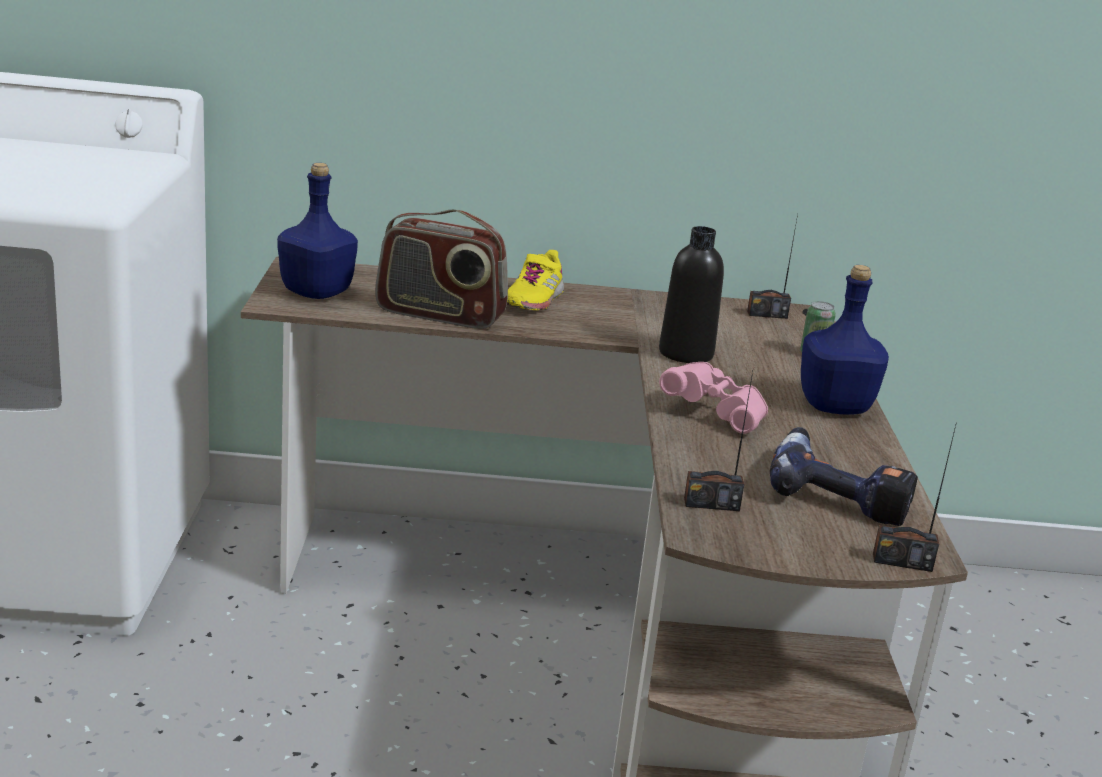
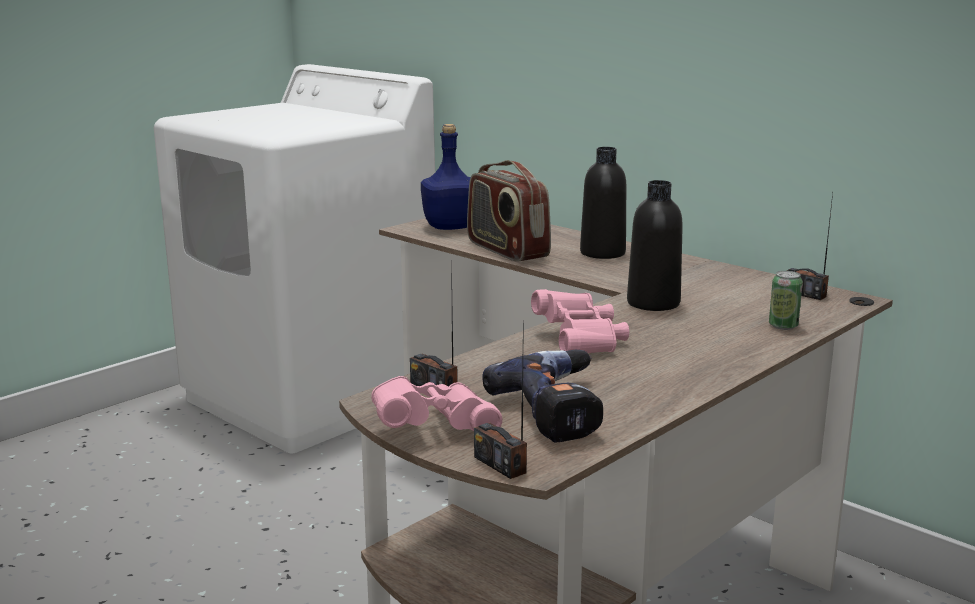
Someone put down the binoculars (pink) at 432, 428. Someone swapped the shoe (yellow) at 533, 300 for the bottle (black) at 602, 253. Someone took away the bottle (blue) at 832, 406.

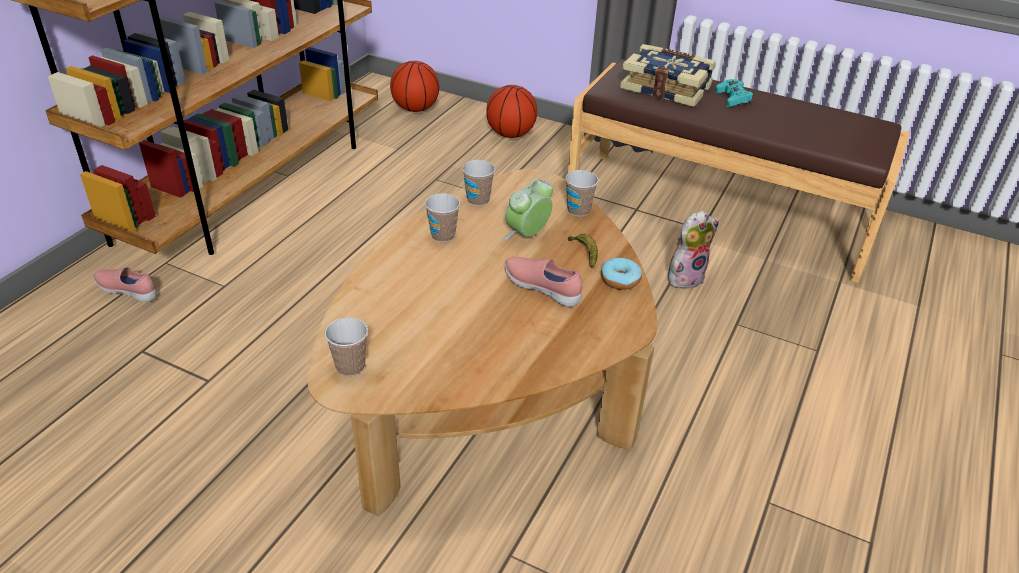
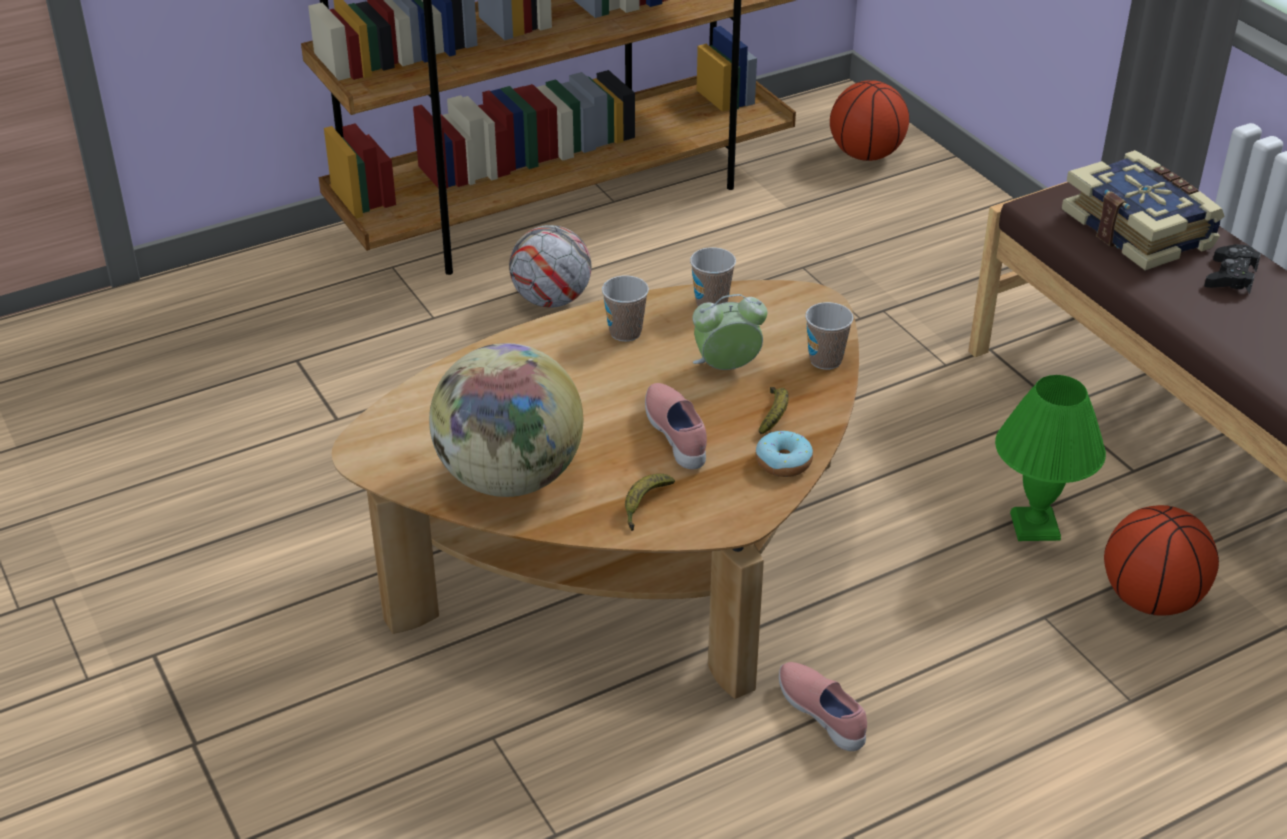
Someone put down the globe at 509, 478. Someone put down the football at 551, 299. Someone put down the banana at 645, 505. Someone carried the shoe (pink) from 128, 291 to 822, 714. Someone swapped the plush toy at 685, 277 for the table lamp (green) at 1033, 527. Someone carried the basketball from 510, 134 to 1150, 599. Someone repainted the game controller (turquoise) at 733, 98, which became the game controller (black) at 1230, 277. Someone took away the cup at 350, 366.

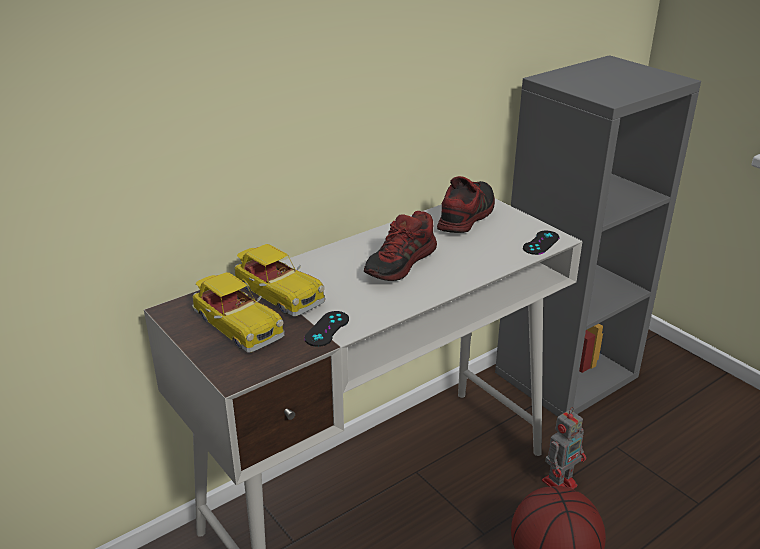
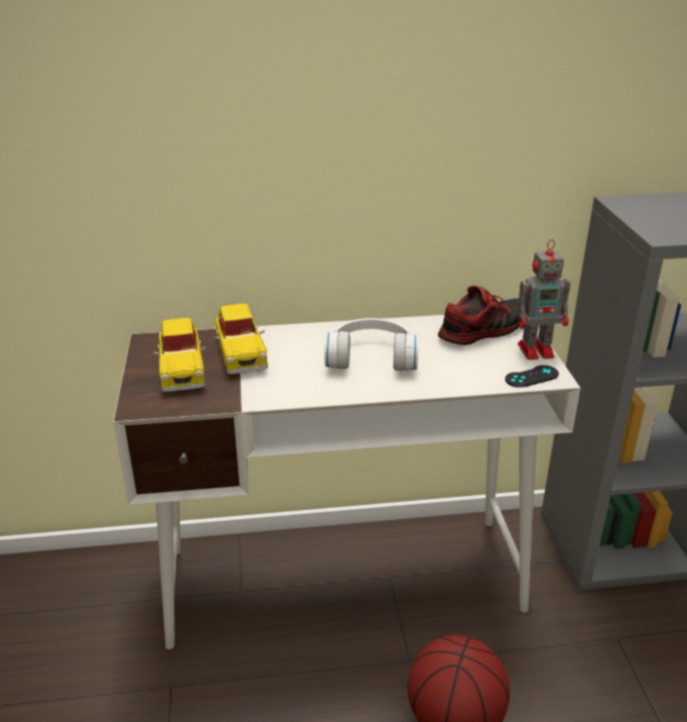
Someone swapped the shoe at 401, 263 for the headphones (white) at 371, 356. Someone carried the toy robot from 560, 482 to 537, 350. Someone took away the game controller (black) at 327, 329.

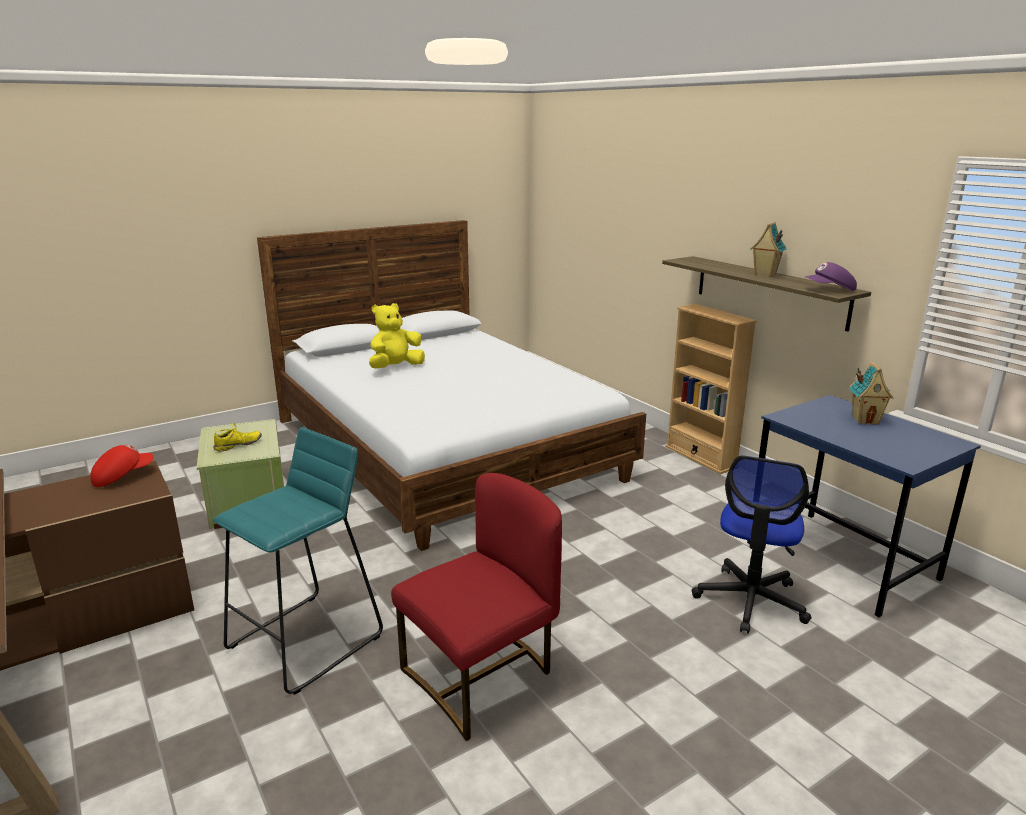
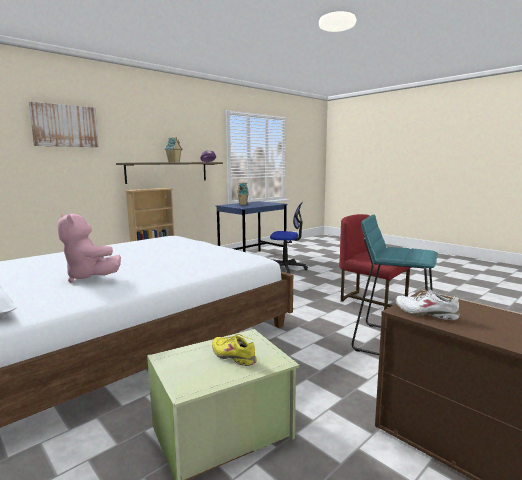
Someone put up the picture at 65, 126. Someone repainted the plush toy (yellow) at 395, 367, which became the plush toy (pink) at 89, 277. Someone swapped the cap (red) at 122, 476 for the shoe (white) at 425, 313.

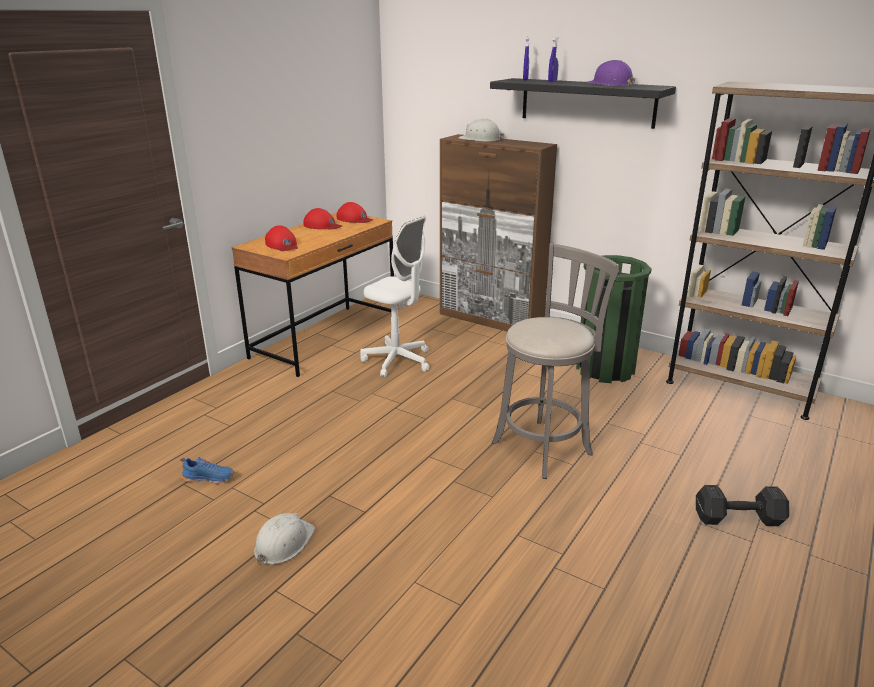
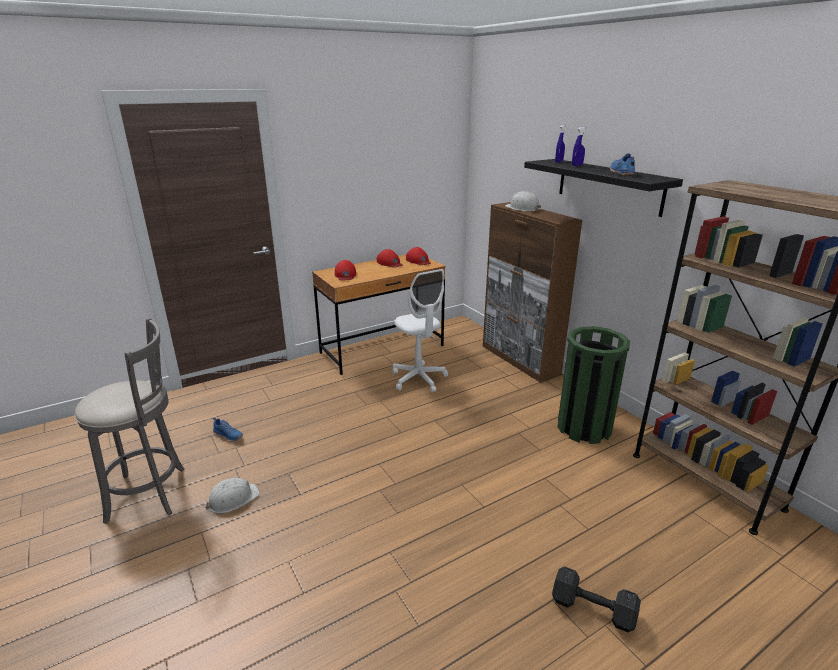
Someone carried the stool (grey) from 545, 446 to 151, 493. Someone swapped the hard hat (purple) at 610, 84 for the shoe (blue) at 621, 172.

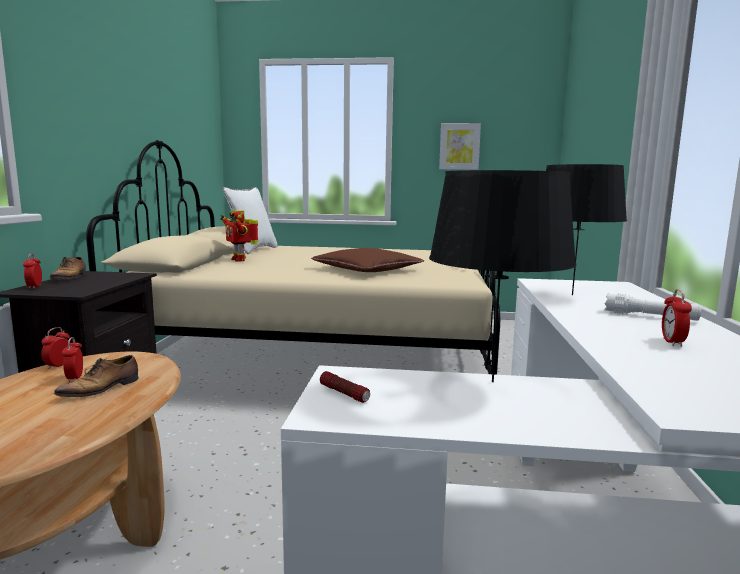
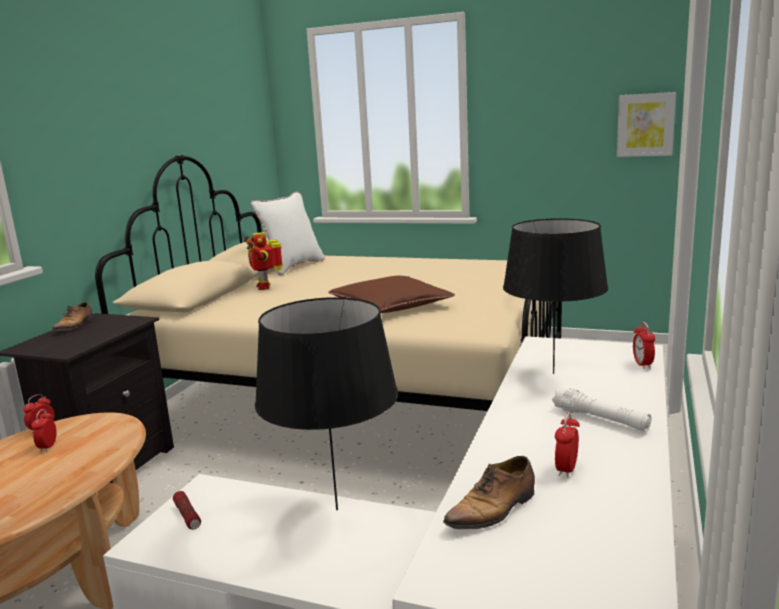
Someone carried the shoe from 102, 389 to 493, 510. Someone carried the picture from 459, 146 to 645, 125. Someone carried the alarm clock from 34, 287 to 642, 364.

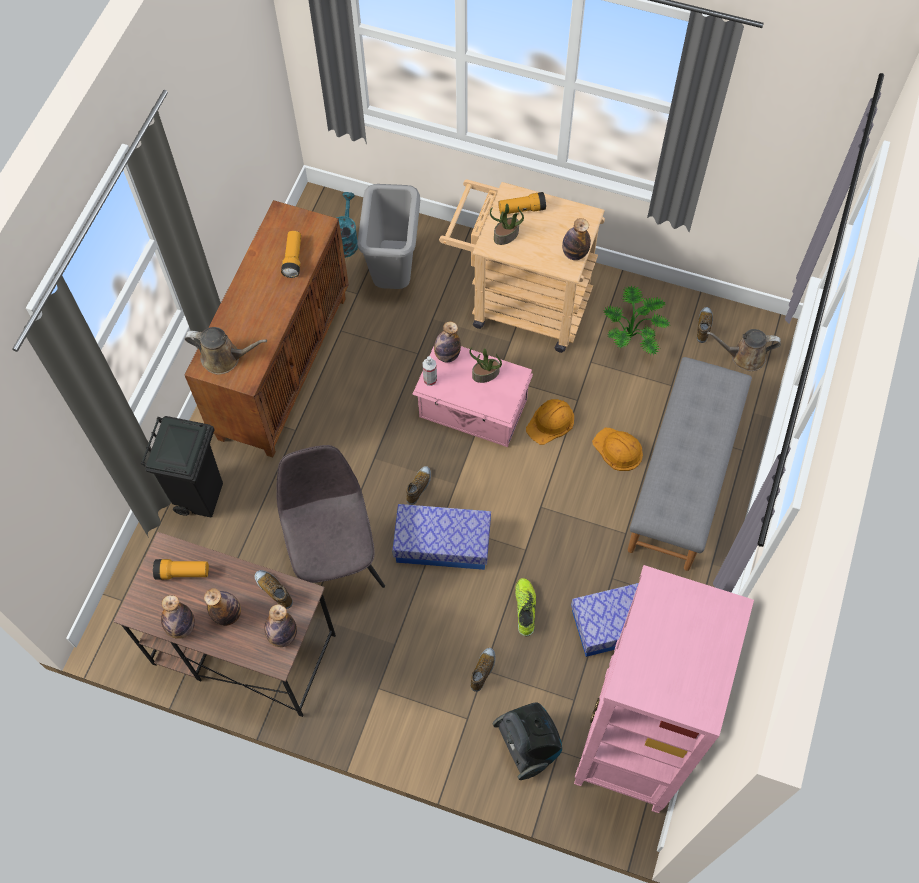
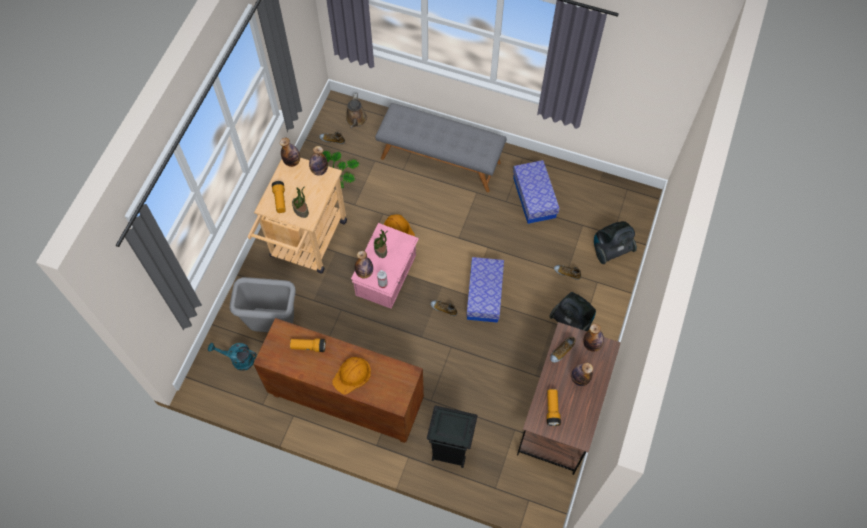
Someone carried the bottle from 181, 627 to 292, 162. Someone carried the hard hat (orange) from 618, 450 to 352, 375. Someone put down the vacuum cleaner at 571, 321. Someone took away the watering can (brown) at 224, 358. Someone took away the chair (grey) at 335, 560. Someone took away the shoe at 525, 608. Someone took away the bookcase (pink) at 629, 747.

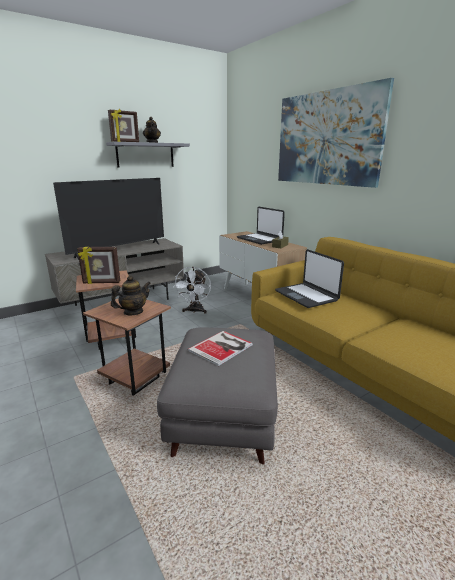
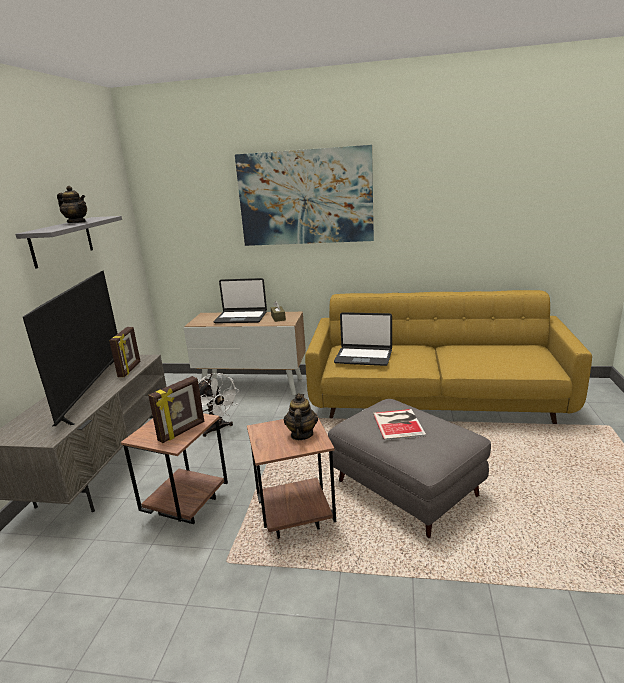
Someone carried the picture frame from 125, 142 to 130, 369.

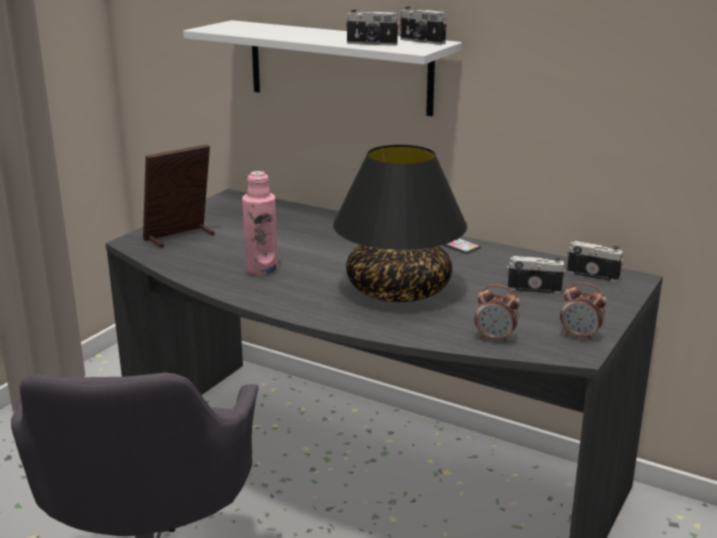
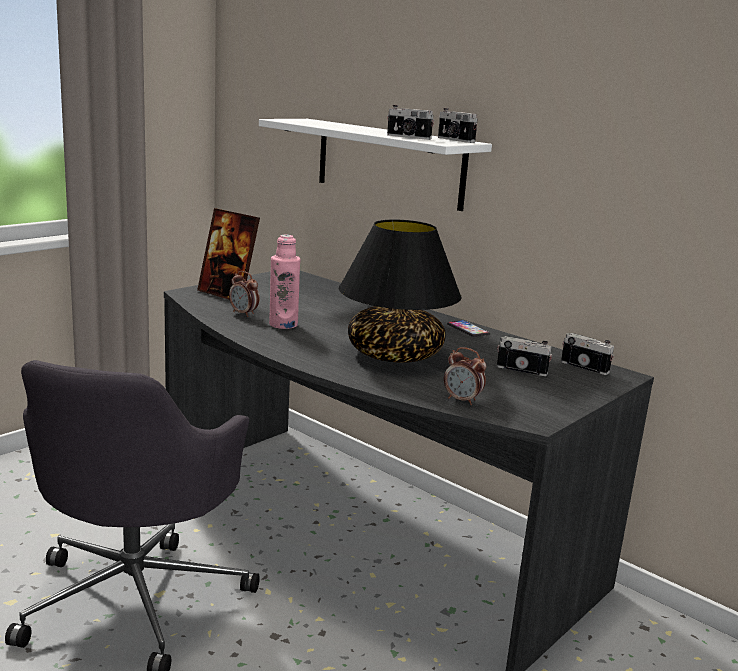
Someone rotated the picture frame at 180, 237 by 120 degrees counterclockwise. Someone carried the alarm clock from 580, 336 to 244, 314.

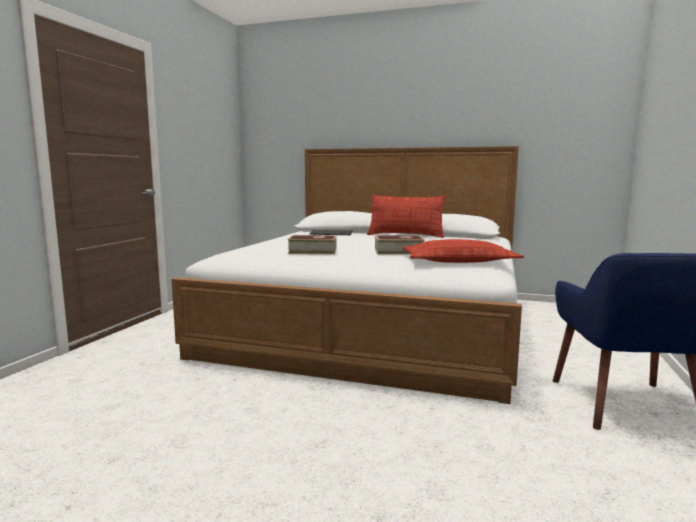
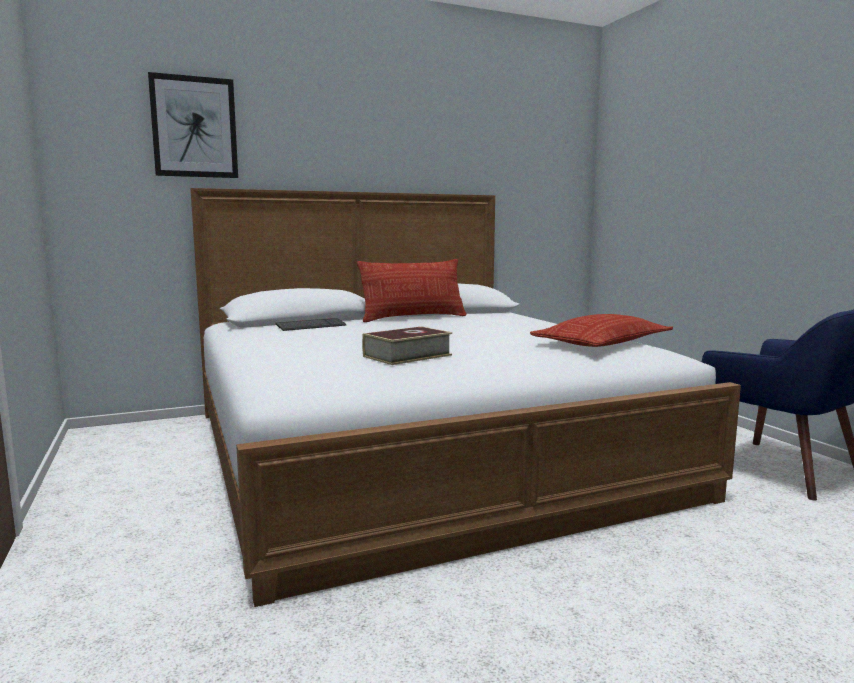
Someone put up the picture at 194, 127. Someone took away the book at 398, 251.

